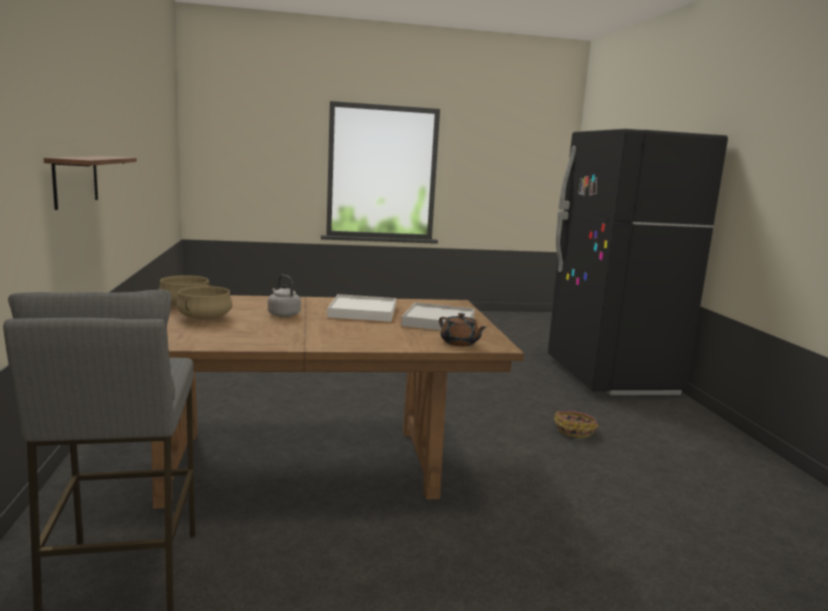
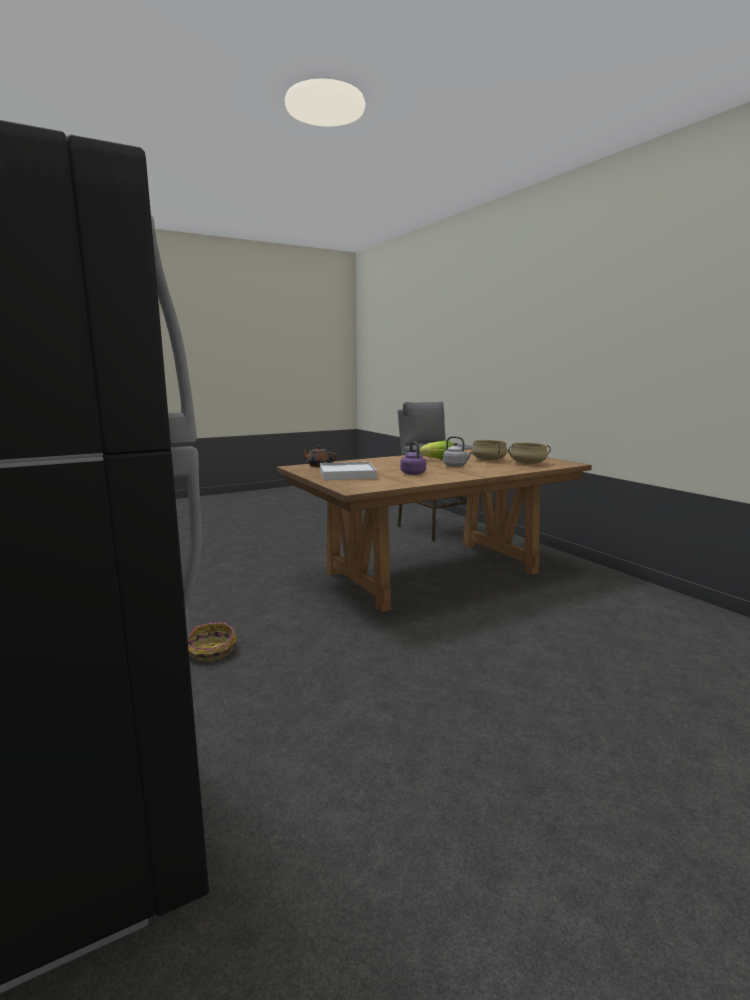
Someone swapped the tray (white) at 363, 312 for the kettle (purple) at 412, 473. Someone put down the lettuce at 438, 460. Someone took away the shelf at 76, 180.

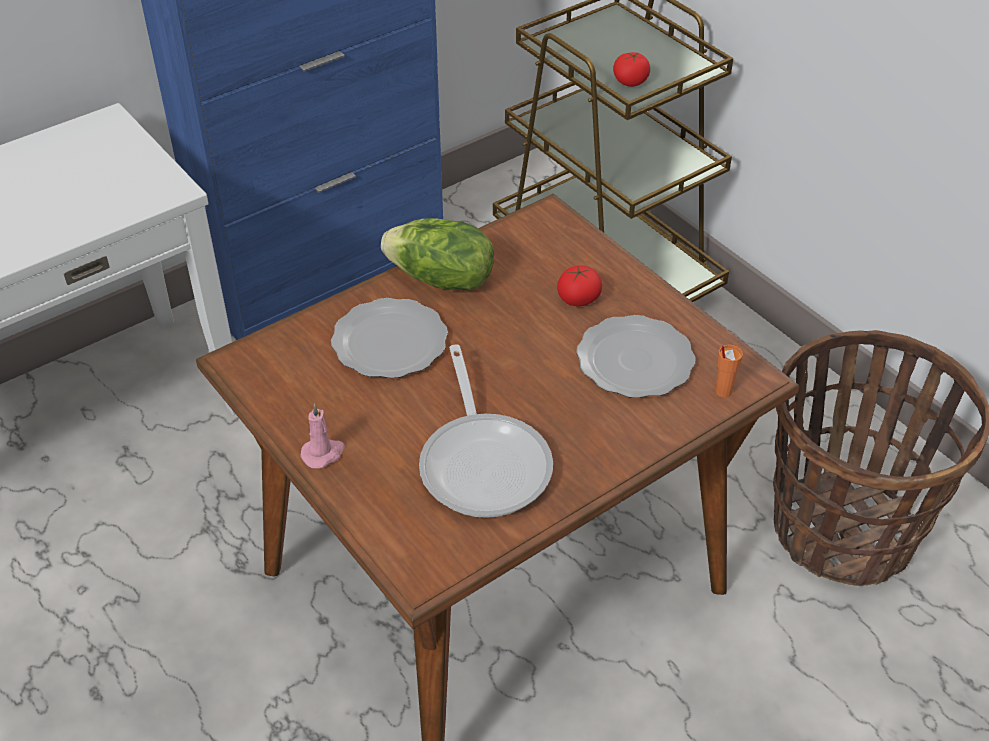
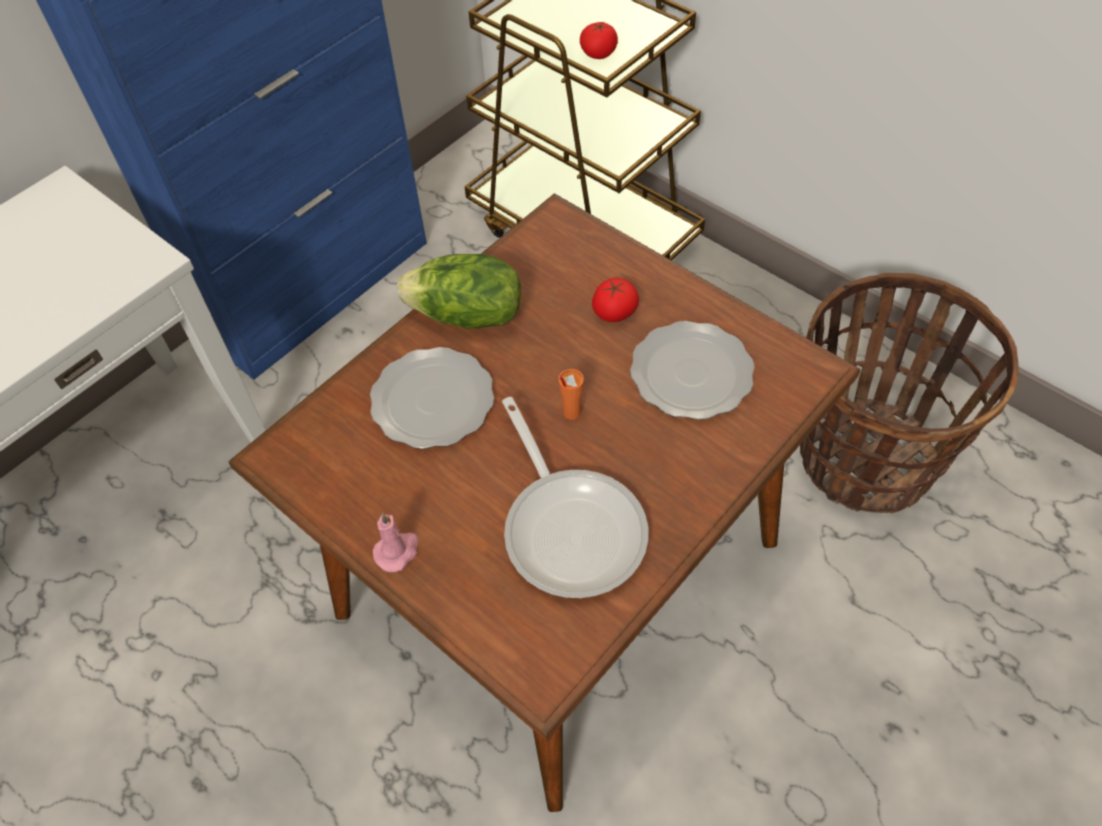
Someone carried the cup (orange) from 722, 391 to 571, 412.

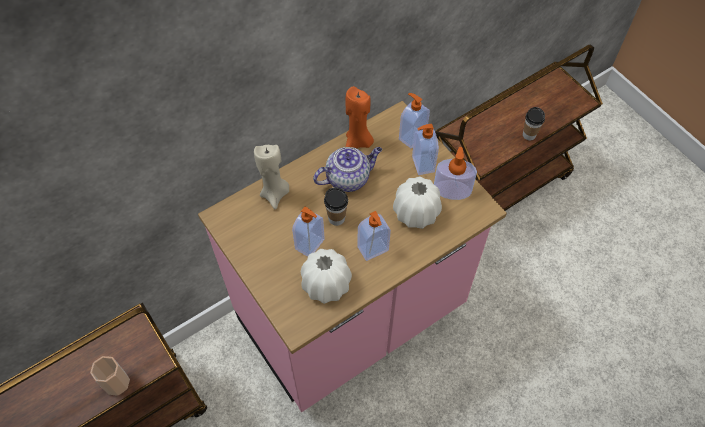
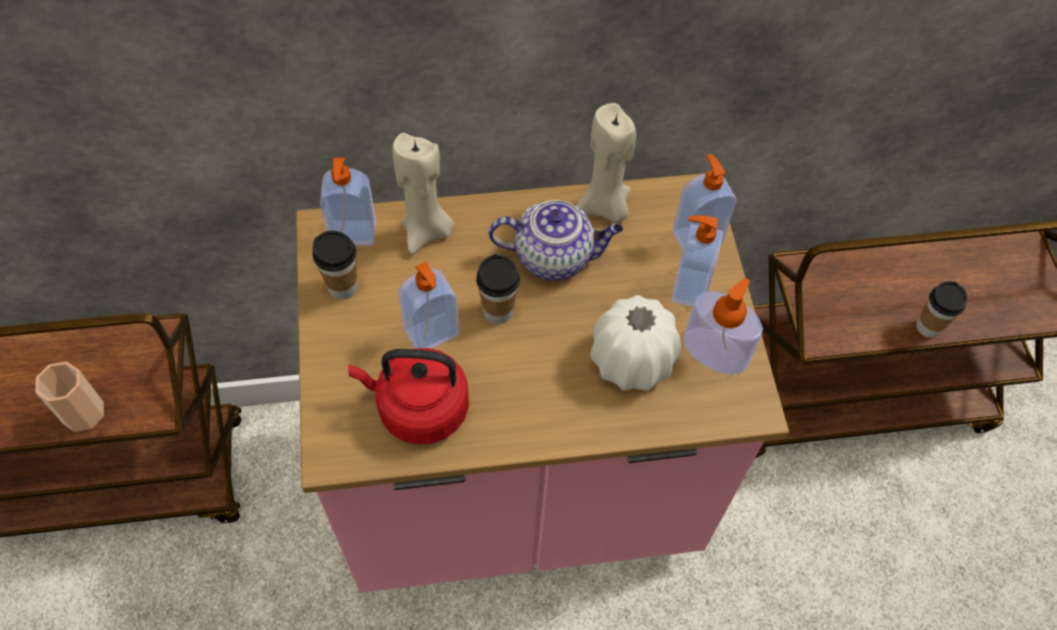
Someone put down the cup at 343, 287. Someone carried the soap dispenser from 373, 249 to 353, 234. Someone swapped the vase (white) at 326, 285 for the kettle (red) at 418, 408. Someone repainted the candle (orange) at 358, 142, which became the candle (beige) at 604, 207.

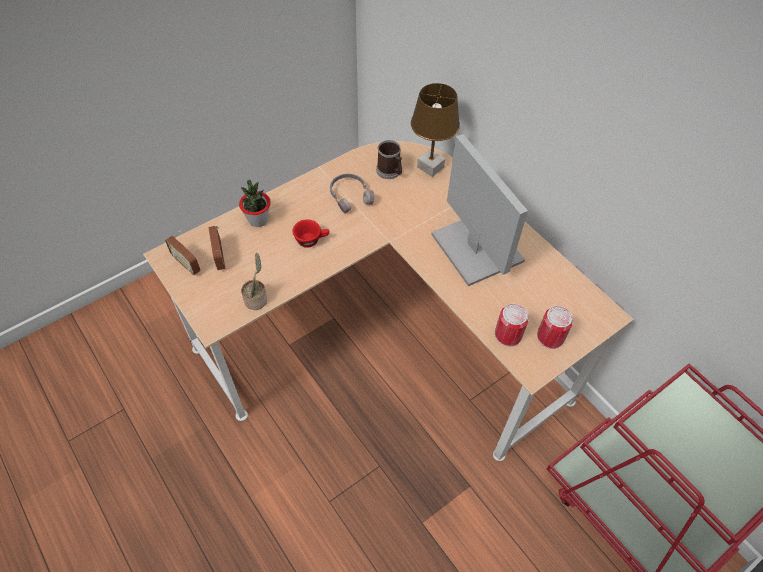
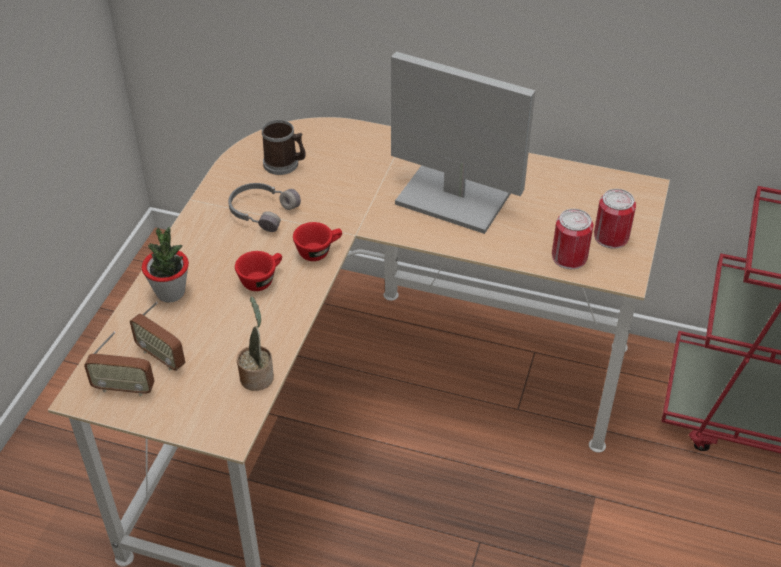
Someone put down the cup (red) at 319, 251. Someone took away the table lamp (brown) at 430, 167.

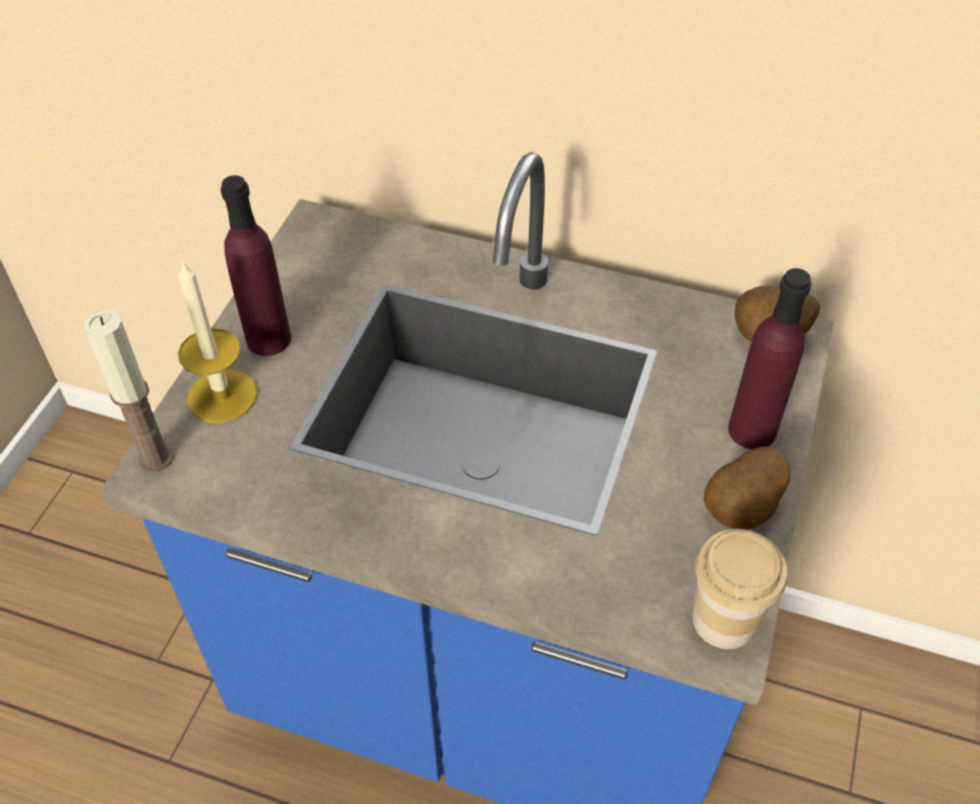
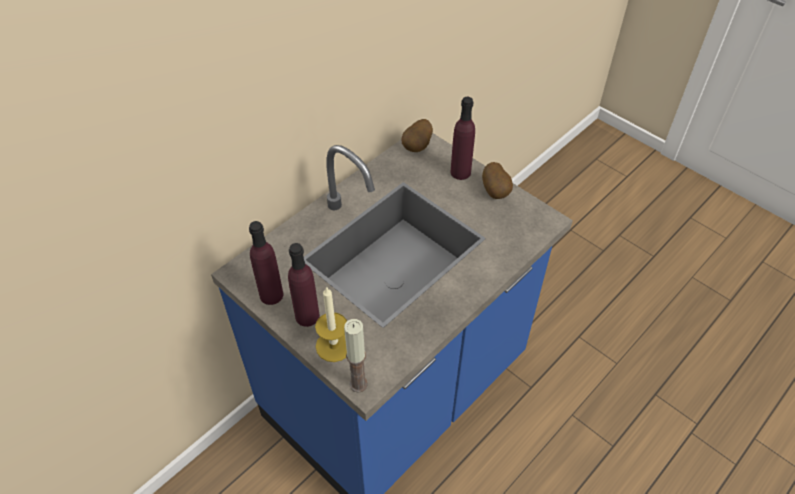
Someone put down the bottle (purple) at 271, 295. Someone took away the cup at 724, 620.

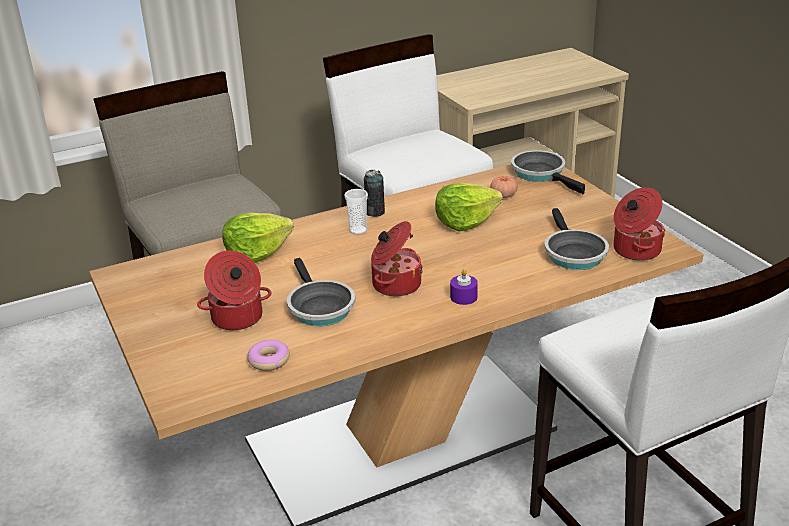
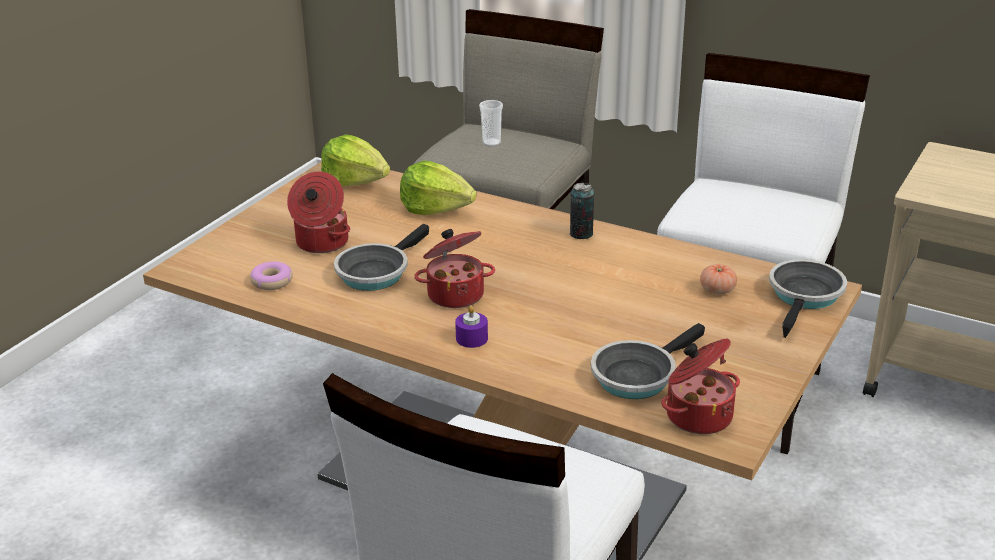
Someone carried the lettuce from 465, 222 to 355, 181. Someone carried the cup from 358, 230 to 491, 143.

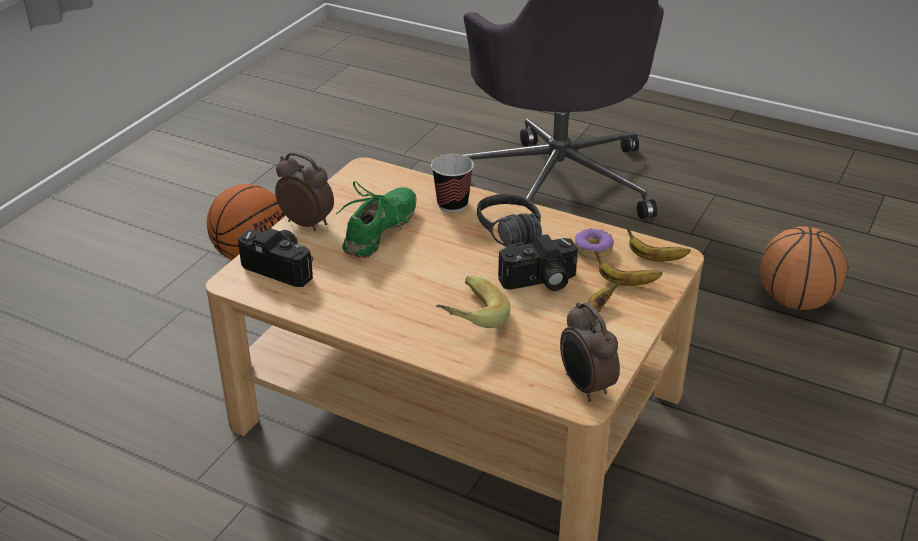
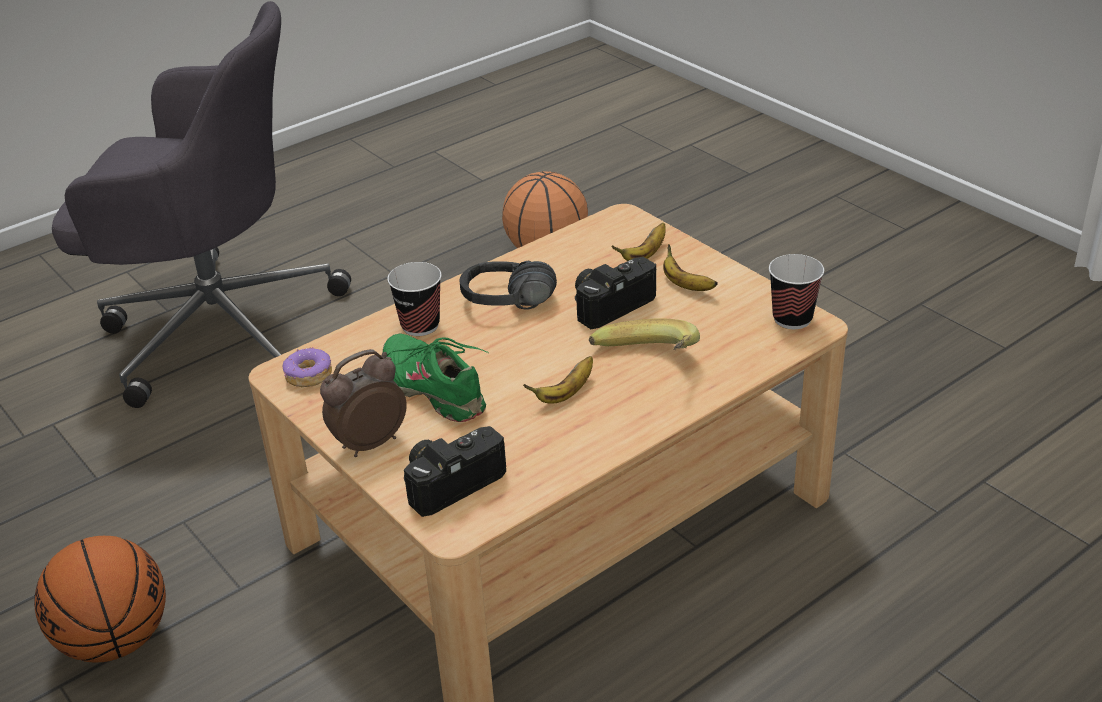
Someone carried the donut from 592, 249 to 308, 375. Someone carried the banana from 654, 258 to 565, 394. Someone rotated the photo camera at 539, 282 by 135 degrees counterclockwise. Someone swapped the alarm clock at 585, 387 for the cup at 792, 319.

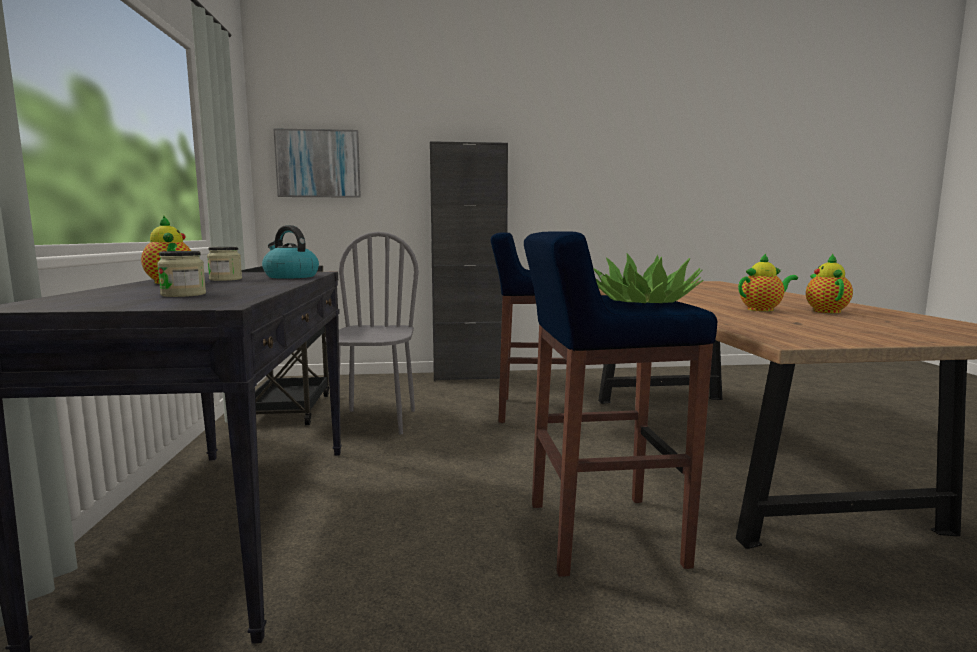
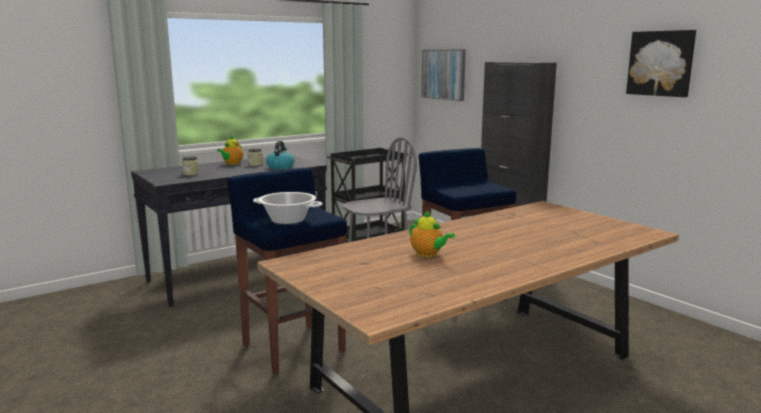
Someone swapped the potted plant at 643, 301 for the cooking pot at 288, 220. Someone put up the picture at 661, 63. Someone took away the teapot at 825, 311.

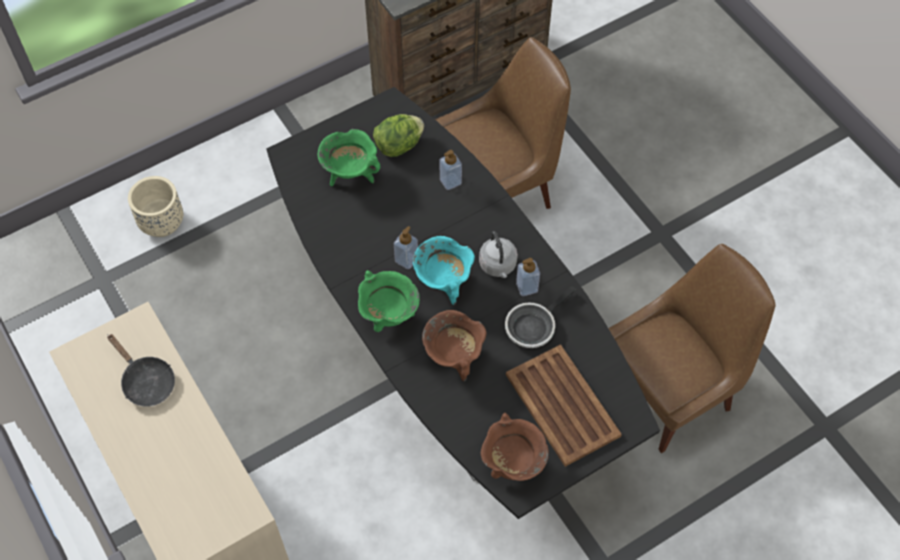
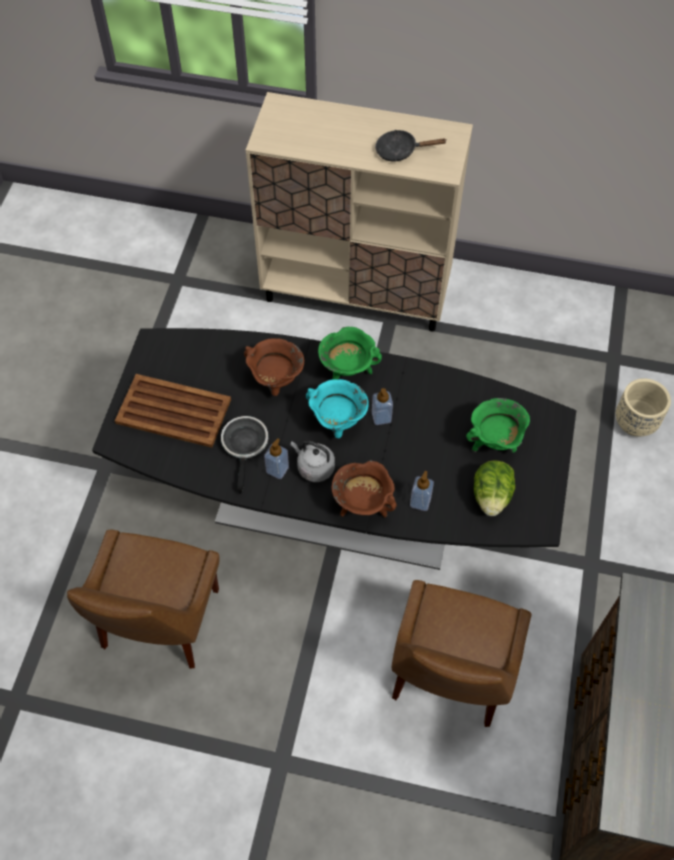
Someone carried the cooking pot (brown) from 512, 465 to 363, 505.

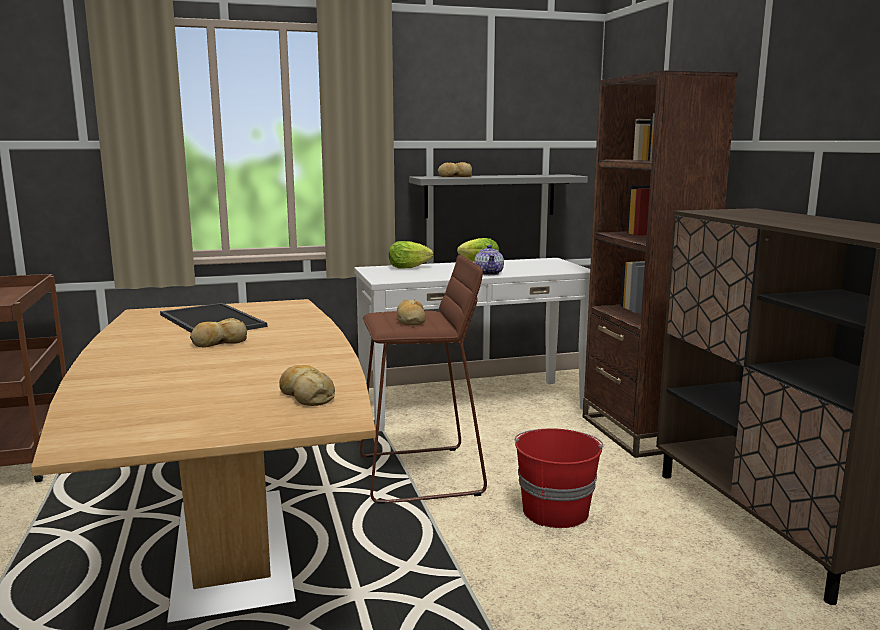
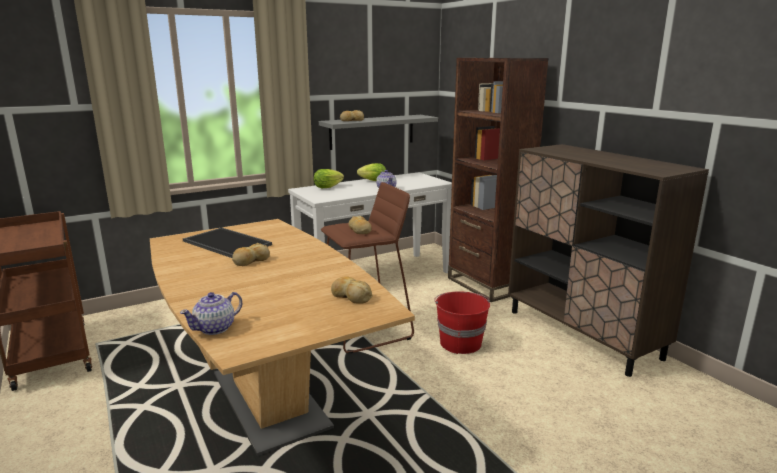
Someone put down the teapot at 215, 328.

